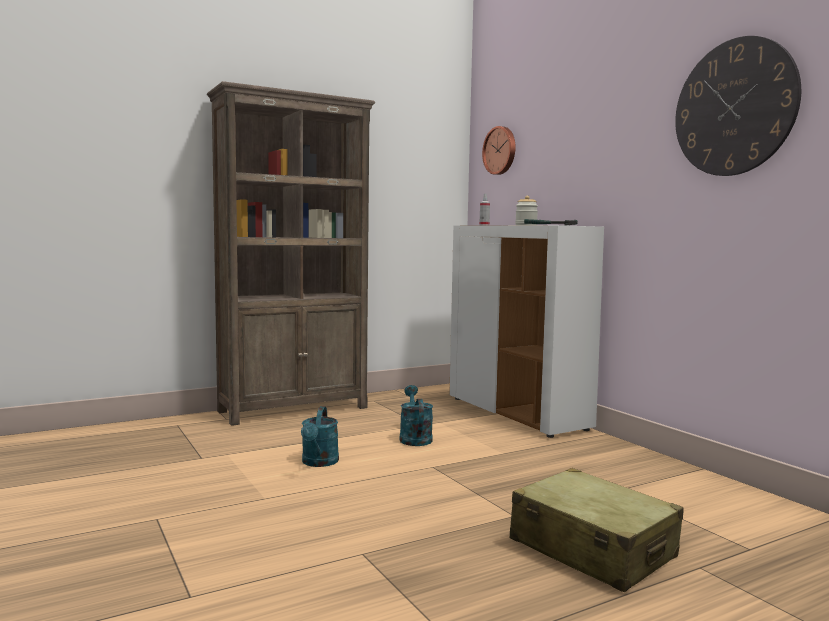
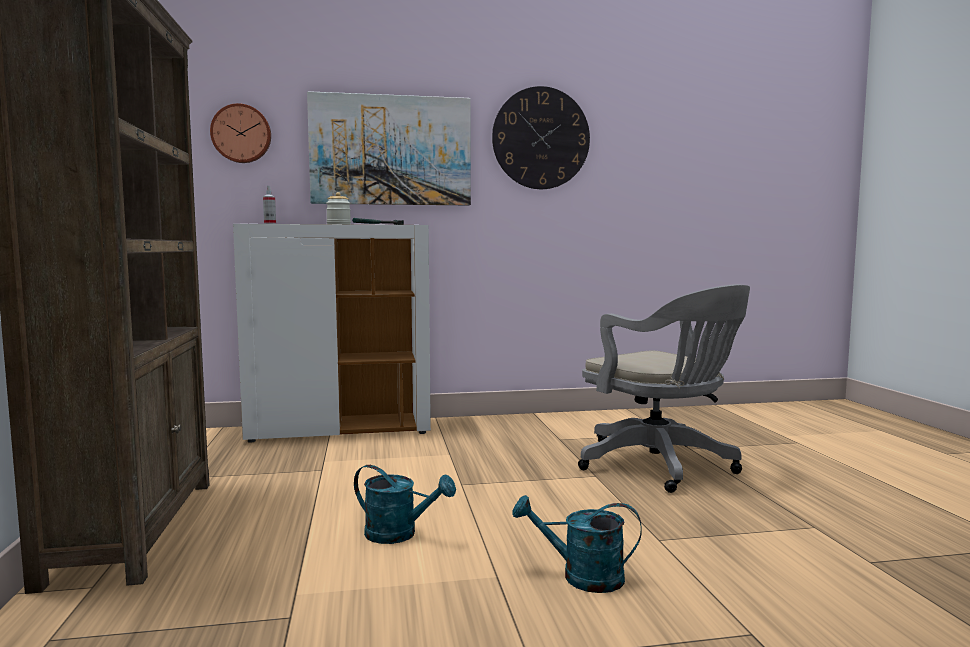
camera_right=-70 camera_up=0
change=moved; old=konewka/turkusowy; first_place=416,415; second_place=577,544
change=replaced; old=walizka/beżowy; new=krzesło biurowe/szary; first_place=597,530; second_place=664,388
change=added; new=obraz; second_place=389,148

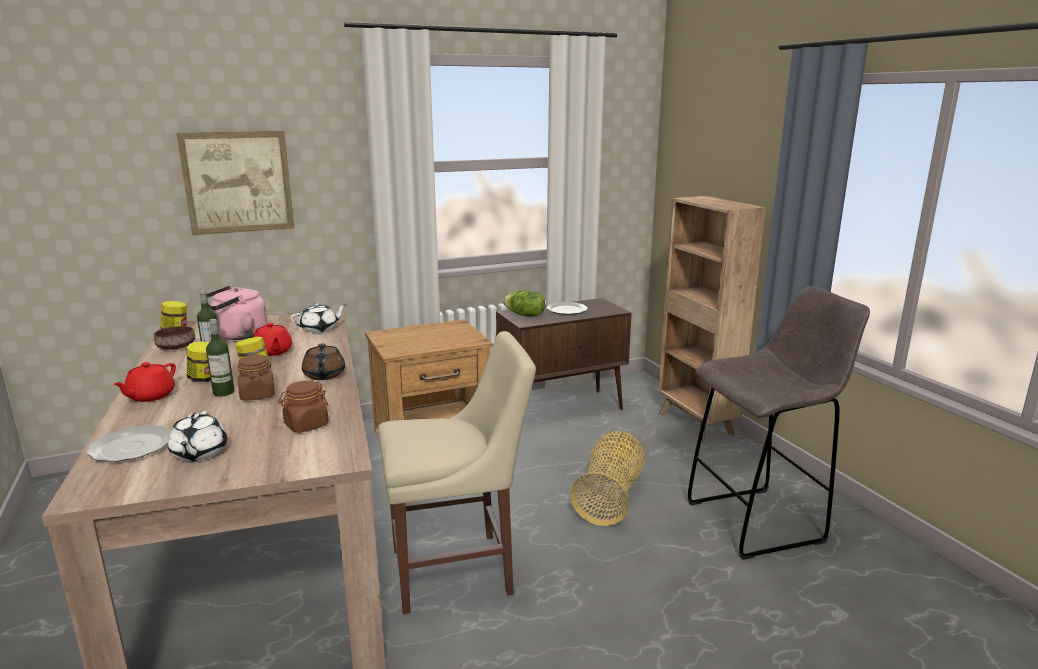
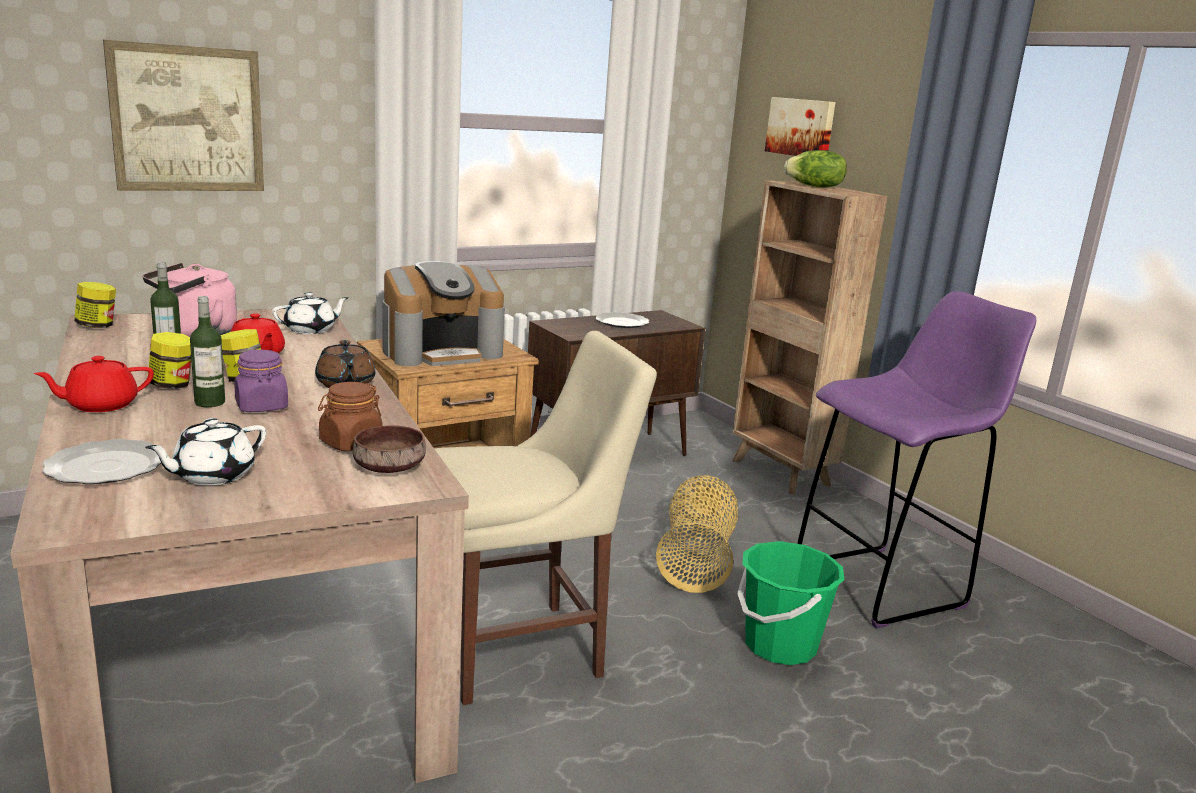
camera_right=-10 camera_up=0
change=turned; old=imbryk/czerwony; first_place=144,382; second_place=93,384; degrees=45
change=moved; old=miska/brązowy; first_place=174,338; second_place=389,449
change=turned; old=imbryk/biały; first_place=197,436; second_place=205,452; degrees=60
change=recoloured; old=słoik/brązowy; new=słoik/fioletowy; first_place=256,377; second_place=261,380
change=moved; old=sałata; first_place=524,303; second_place=815,169
change=recoloured; old=stołek/szary; new=stołek/fioletowy; first_place=778,423; second_place=916,460
change=added; new=ekspres do kawy; second_place=443,313
change=added; new=wiadro/zielony; second_place=791,603
change=added; new=obraz; second_place=800,126

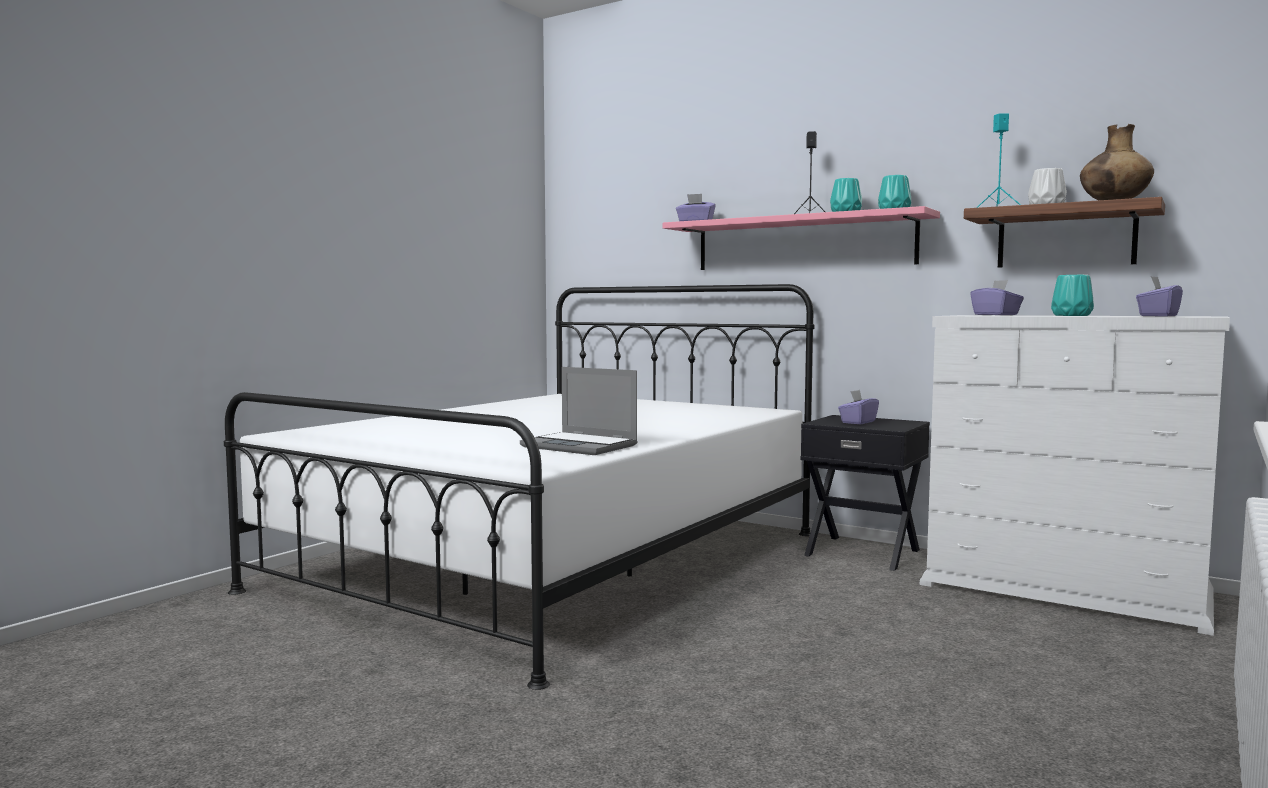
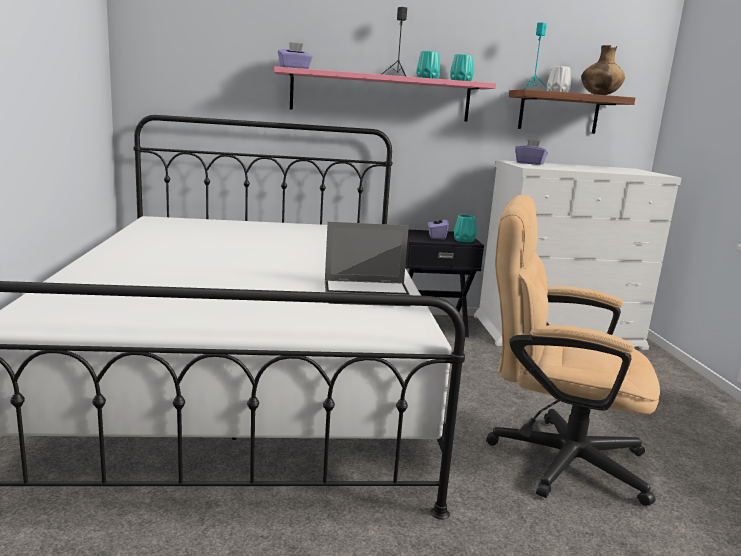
camera_right=-40 camera_up=10
change=moved; old=wazon/turkusowy; first_place=1072,295; second_place=465,229
change=removed; old=pudełko chusteczek/fioletowy; first_place=1159,296
change=added; new=krzesło biurowe/beżowy; second_place=573,350

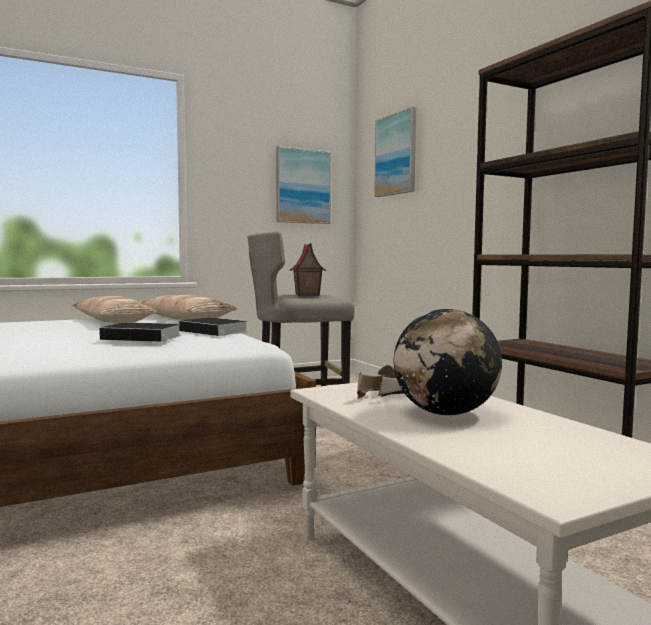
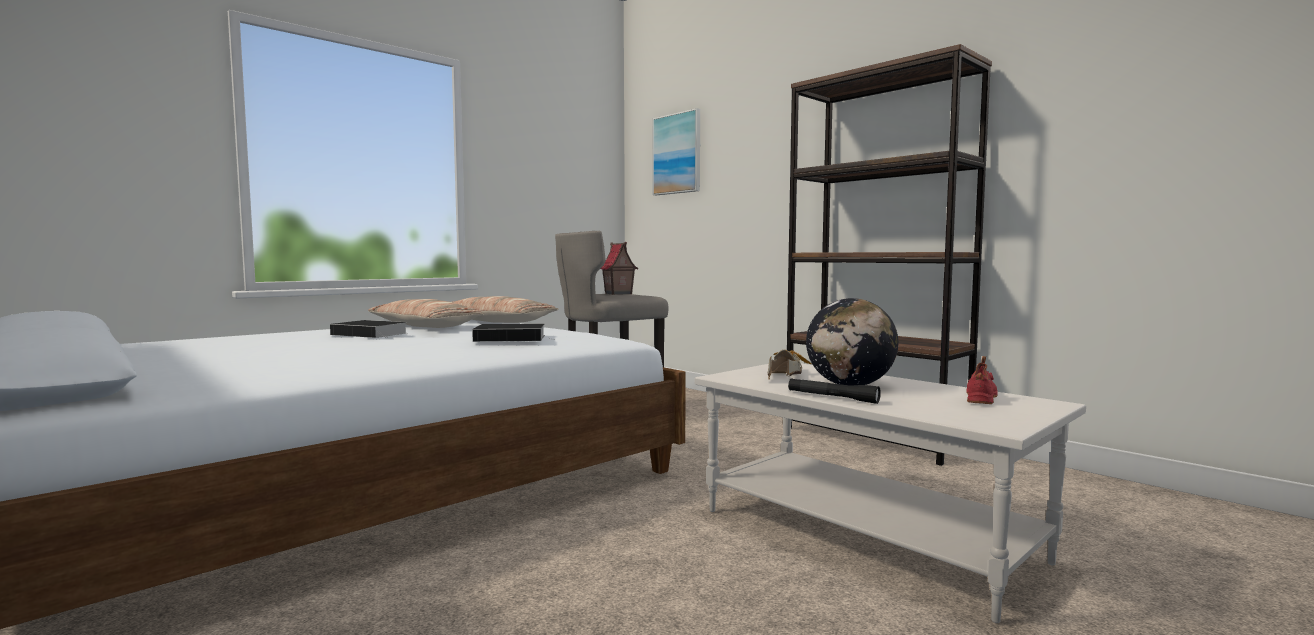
camera_right=-15 camera_up=0
change=moved; old=książka; first_place=213,326; second_place=368,329
change=removed; old=obraz; first_place=303,185
change=added; new=latarka/czarny; second_place=834,391
change=added; new=but/czerwony; second_place=982,380

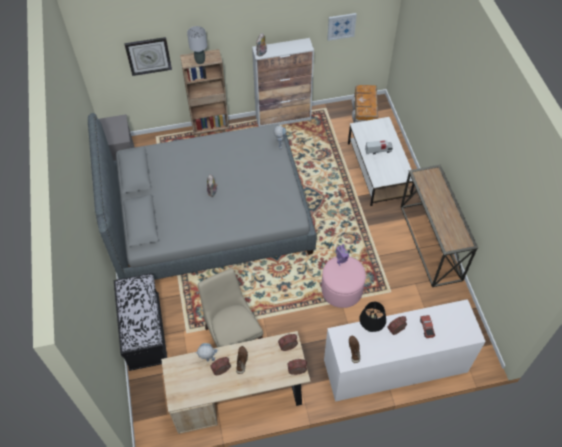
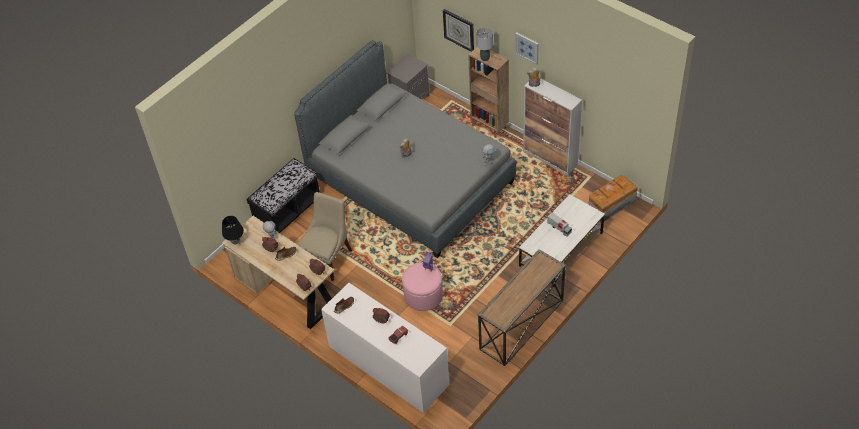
camera_right=55 camera_up=-5
change=moved; old=obraz; first_place=342,27; second_place=527,48
change=moved; old=lampa stołowa/czarny; first_place=372,317; second_place=233,230

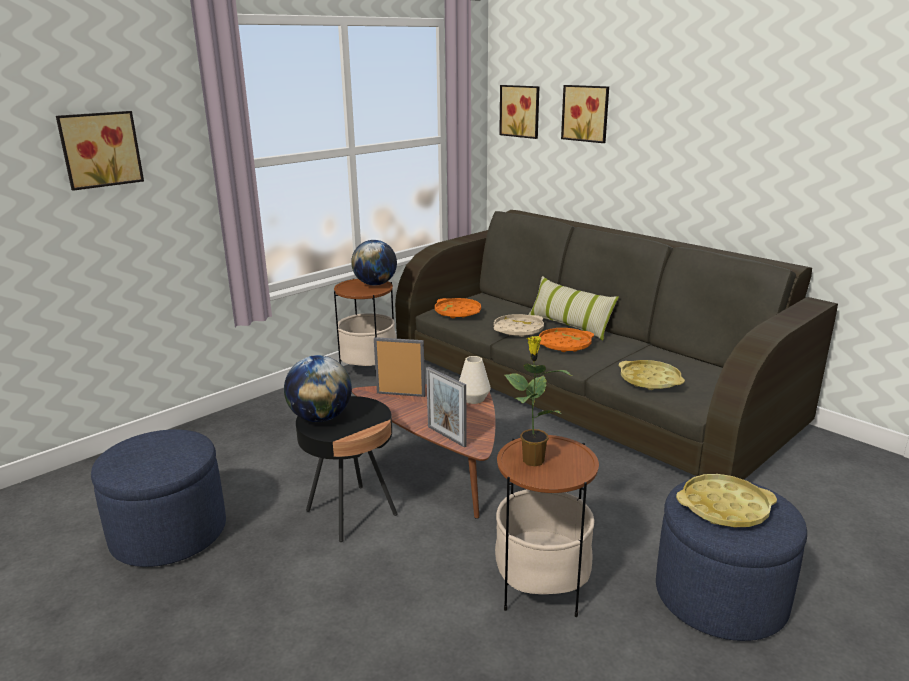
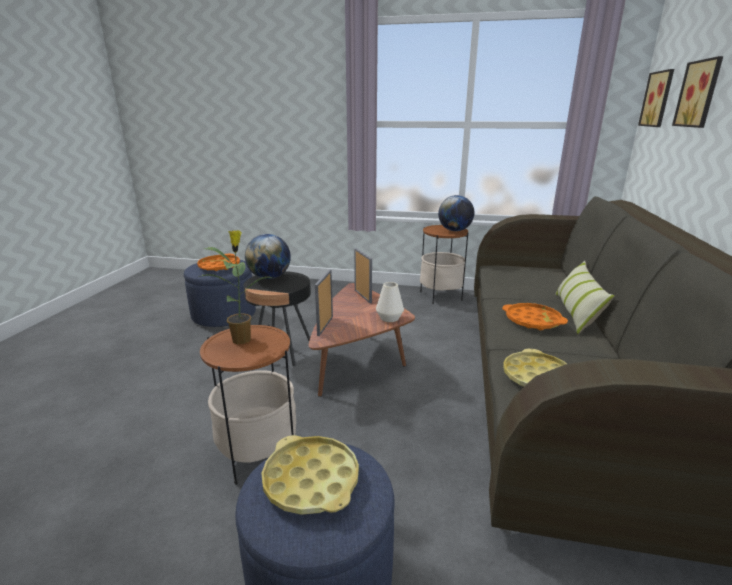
camera_right=55 camera_up=0
change=removed; old=obraz; first_place=100,151
change=moved; old=taca/pomarańczowy; first_place=458,308; second_place=218,262
change=removed; old=taca/beżowy; first_place=519,325

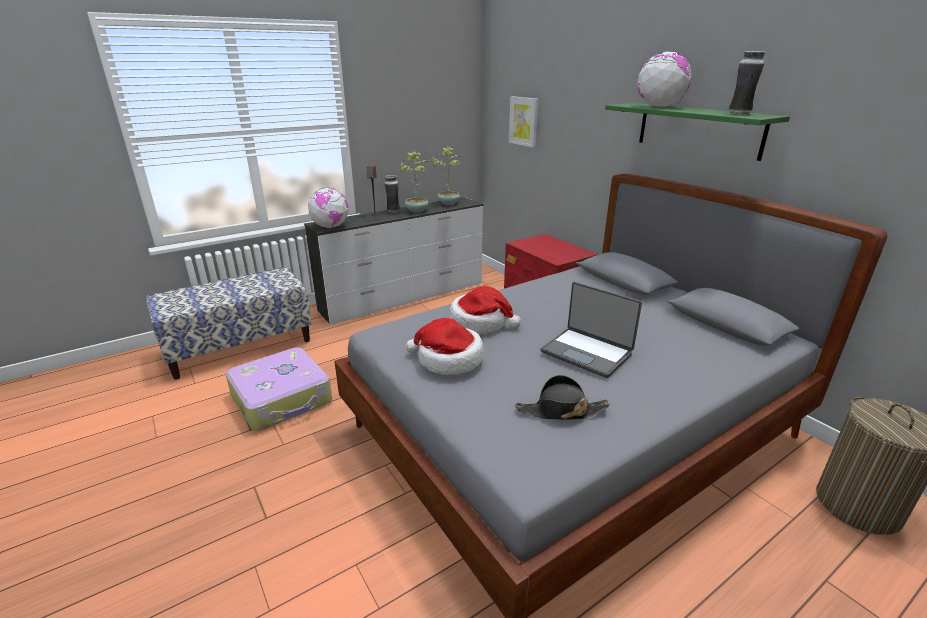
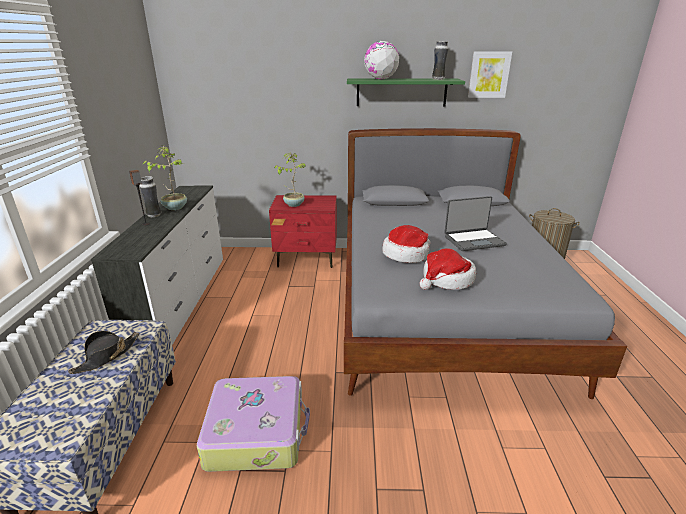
camera_right=-55 camera_up=0
change=removed; old=globus; first_place=328,208
change=moved; old=roślina doniczkowa; first_place=447,175; second_place=290,179
change=moved; old=obraz; first_place=523,122; second_place=490,74
change=moved; old=kapelusz/czarny; first_place=562,397; second_place=103,352

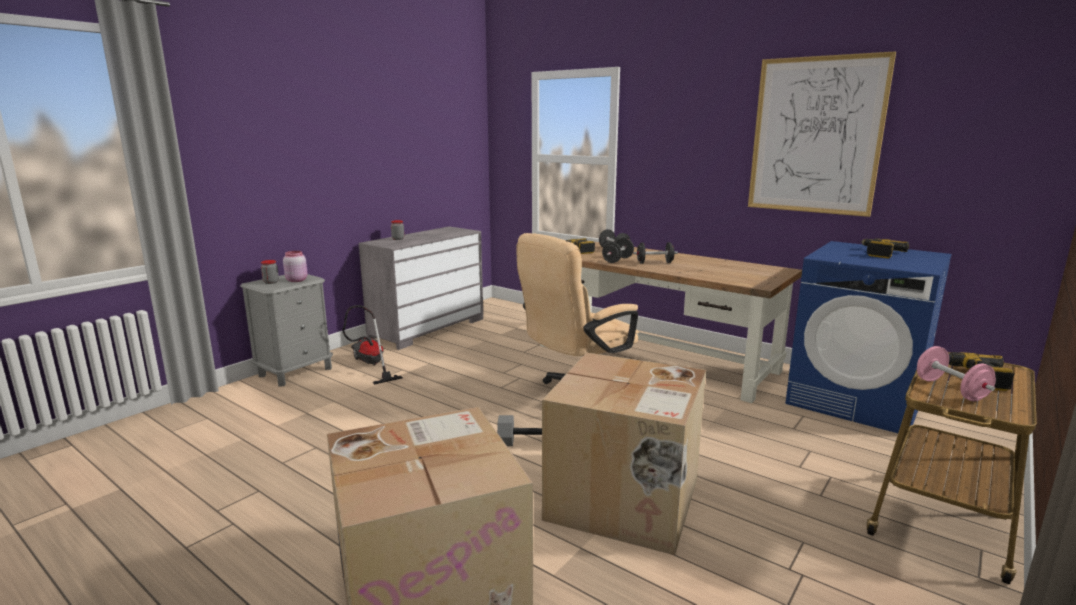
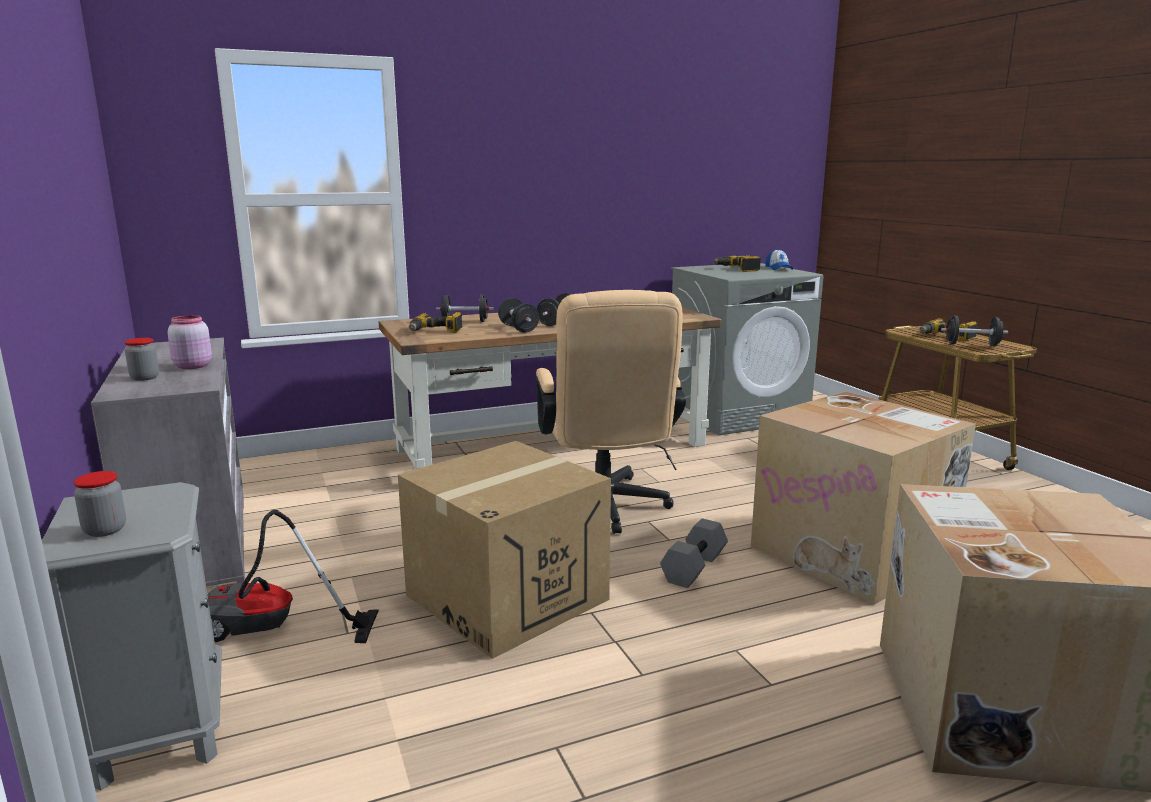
camera_right=-60 camera_up=0
change=moved; old=słoik/różowy; first_place=295,266; second_place=189,342
change=removed; old=obraz; first_place=822,134
change=recoloured; old=pralka/niebieski; new=pralka/szary; first_place=868,337; second_place=747,349
change=recoloured; old=hantel/różowy; new=hantel/czarny; first_place=956,373; second_place=974,330
change=added; new=karton; second_place=504,550
change=added; new=czapka z daszkiem; second_place=779,259

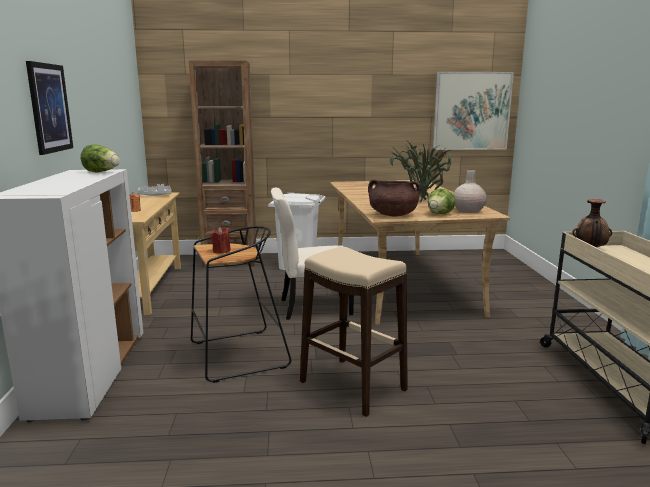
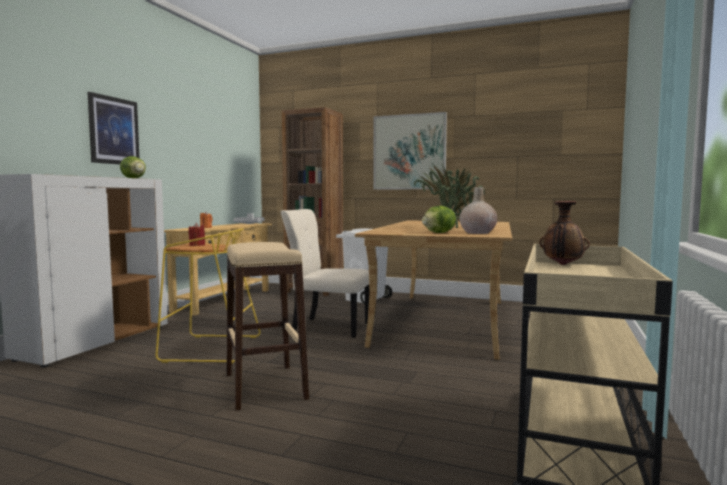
camera_right=25 camera_up=-10
change=recoloured; old=stołek/czarny; new=stołek/żółty; first_place=241,304; second_place=208,296
change=removed; old=garnek/brązowy; first_place=394,198
change=moved; old=obraz; first_place=473,111; second_place=410,151

